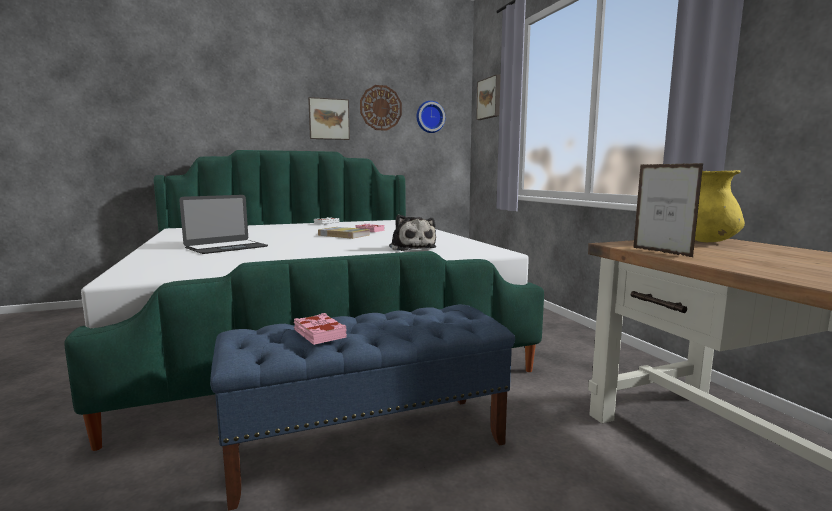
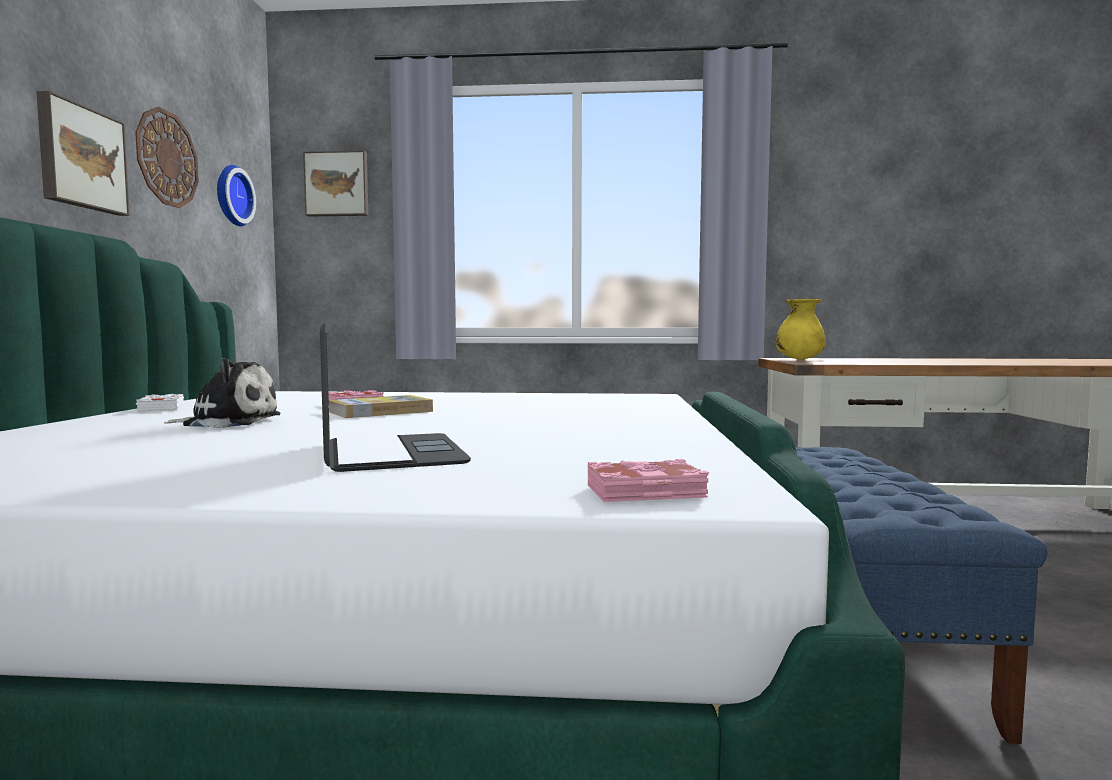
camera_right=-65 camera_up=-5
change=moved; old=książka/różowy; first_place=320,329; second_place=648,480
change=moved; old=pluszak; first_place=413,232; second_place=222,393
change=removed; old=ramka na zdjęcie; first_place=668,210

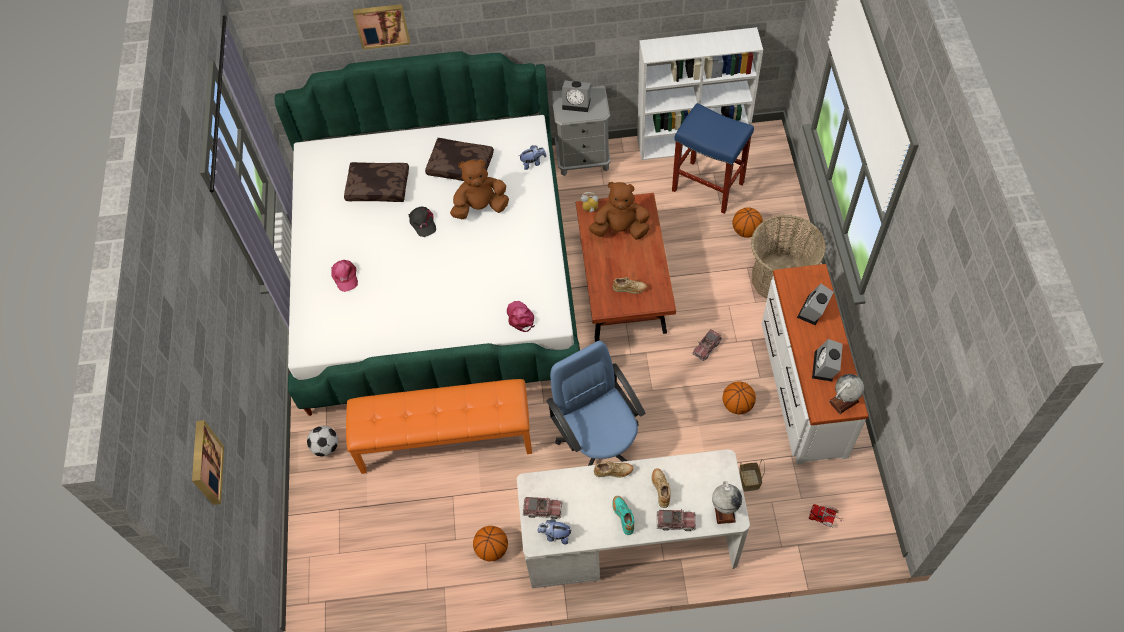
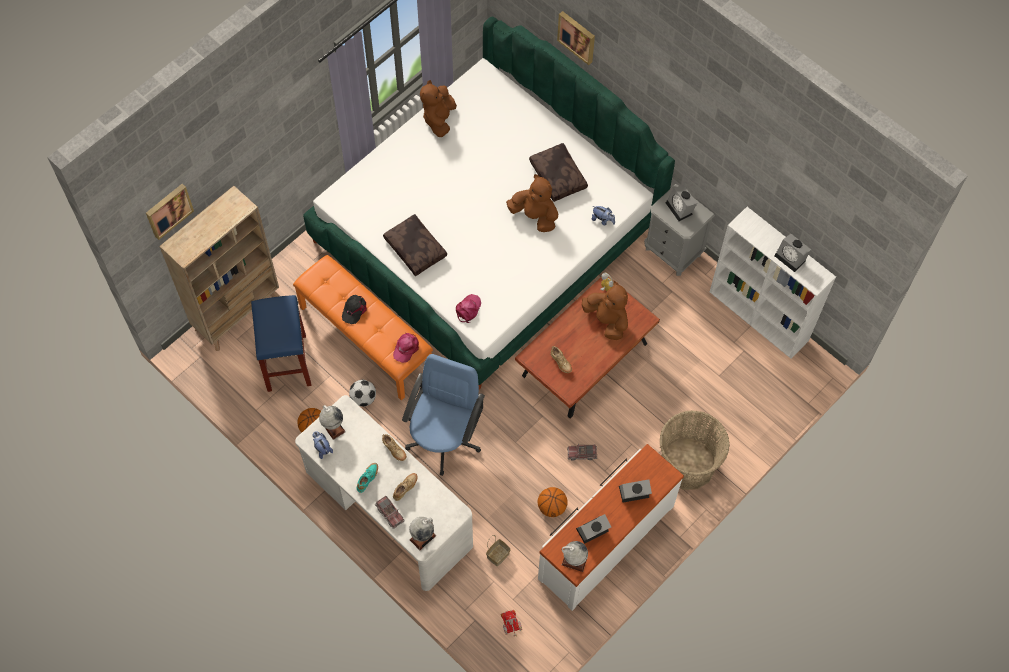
camera_right=45 camera_up=5
change=moved; old=piłka futbolowa; first_place=322,441; second_place=362,393
change=moved; old=czapka z daszkiem/różowy; first_place=344,276; second_place=406,348
change=moved; old=poduszka/brązowy; first_place=376,182; second_place=415,245
change=moved; old=czapka z daszkiem/czarny; first_place=422,222; second_place=354,309
change=replaced; old=ciężarówka zabawkowa; new=globus; first_place=542,508; second_place=332,422
change=moved; old=stołek/niebieski; first_place=713,158; second_place=281,343
change=removed; old=piłka do koszykówki; first_place=748,222
change=added; new=regał/beżowy; second_place=219,268
change=added; new=pluszak/brązowy; second_place=438,108
change=added; new=budzik; second_place=793,253

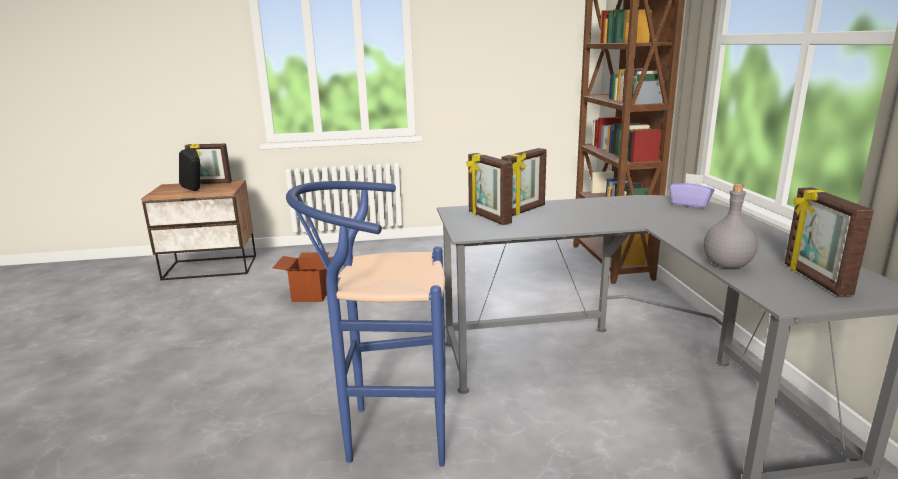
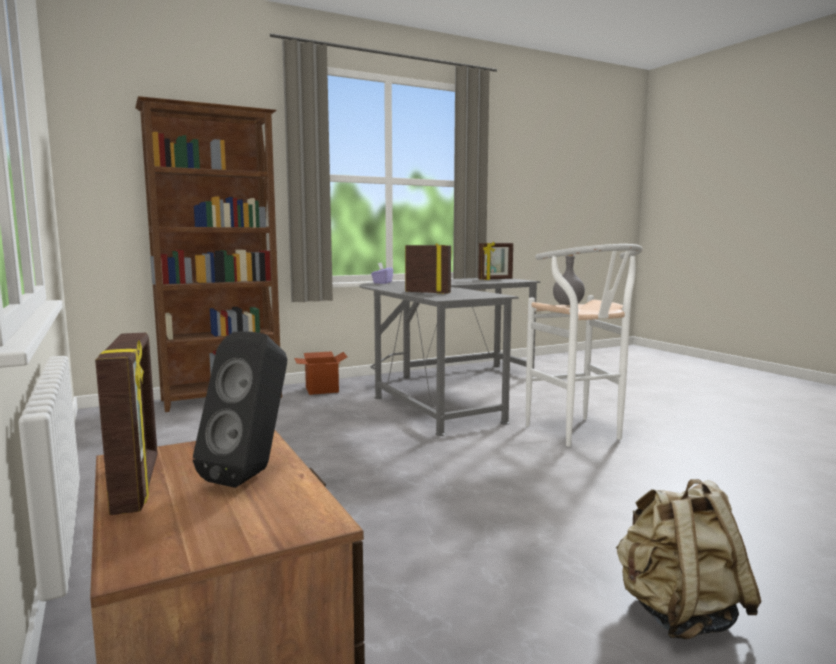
camera_right=-110 camera_up=-10
change=moved; old=karton; first_place=302,277; second_place=321,373
change=recoloured; old=stołek/niebieski; new=stołek/biały; first_place=365,324; second_place=584,345
change=removed; old=ramka na zdjęcie; first_place=490,189
change=moved; old=butelka/szary; first_place=731,226; second_place=569,280
change=added; new=plecak/beżowy; second_place=688,559

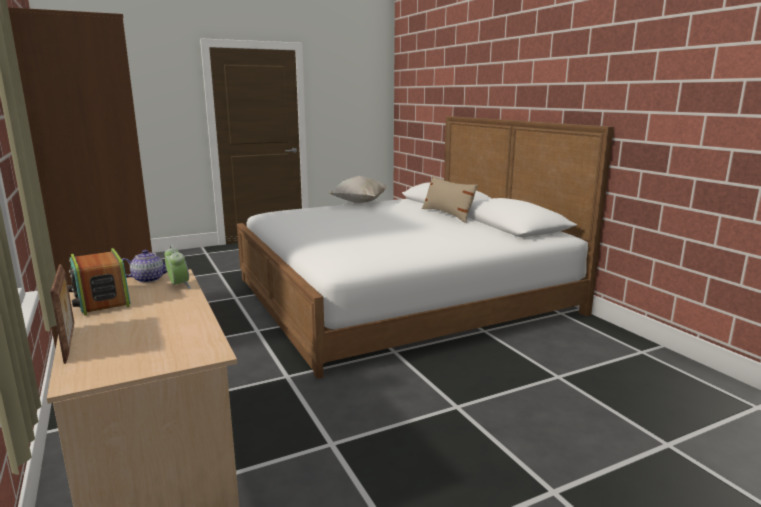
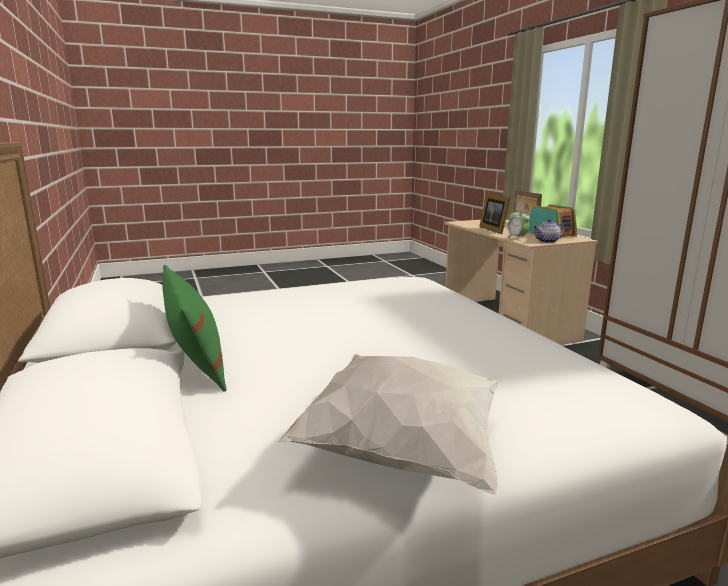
camera_right=-175 camera_up=0
change=recoloured; old=poduszka/beżowy; new=poduszka/zielony; first_place=450,199; second_place=194,328
change=added; new=ramka na zdjęcie; second_place=495,213

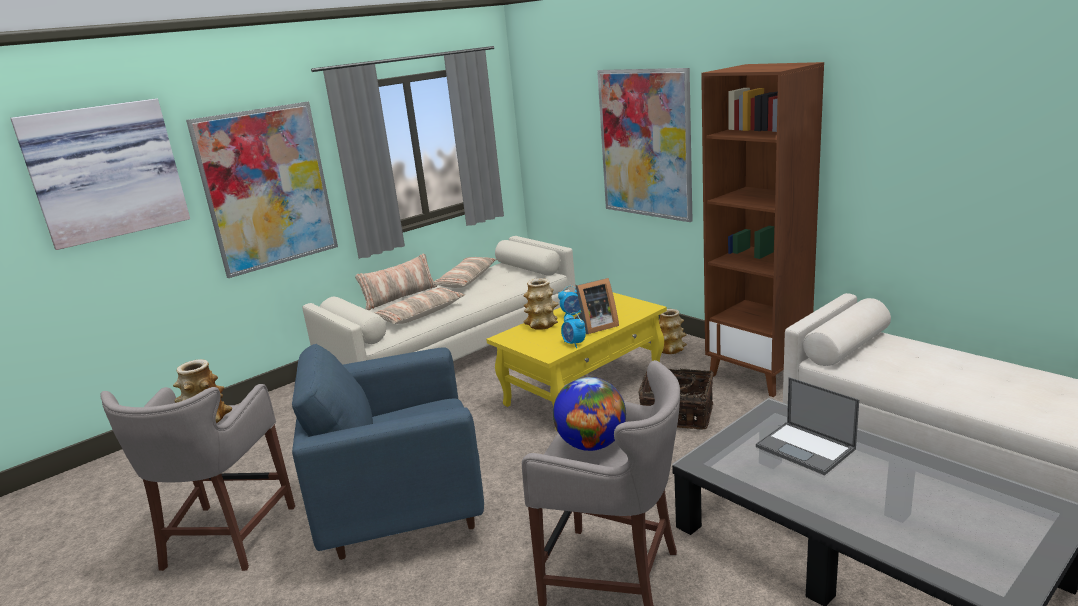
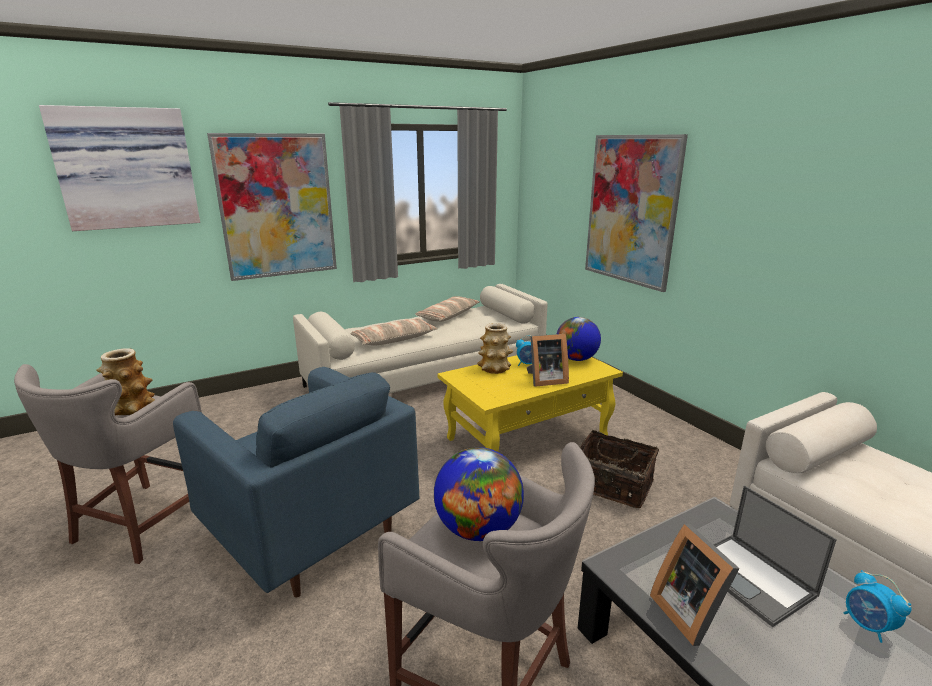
camera_right=10 camera_up=0
change=turned; old=fotel/niebieski; first_place=388,452; second_place=296,482; degrees=-135
change=removed; old=poduszka; first_place=396,282
change=moved; old=budzik; first_place=573,330; second_place=877,606
change=removed; old=wazon; first_place=673,331
change=removed; old=regał/brązowy; first_place=762,229
change=added; new=globus; second_place=579,339
change=added; new=ramka na zdjęcie; second_place=695,585

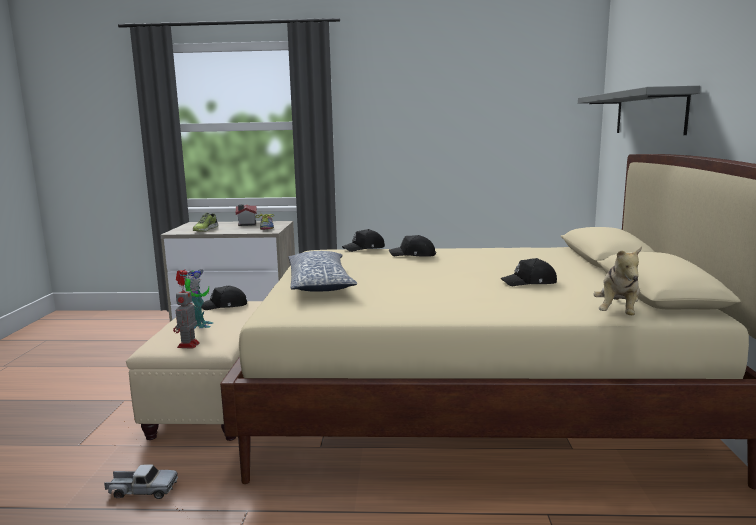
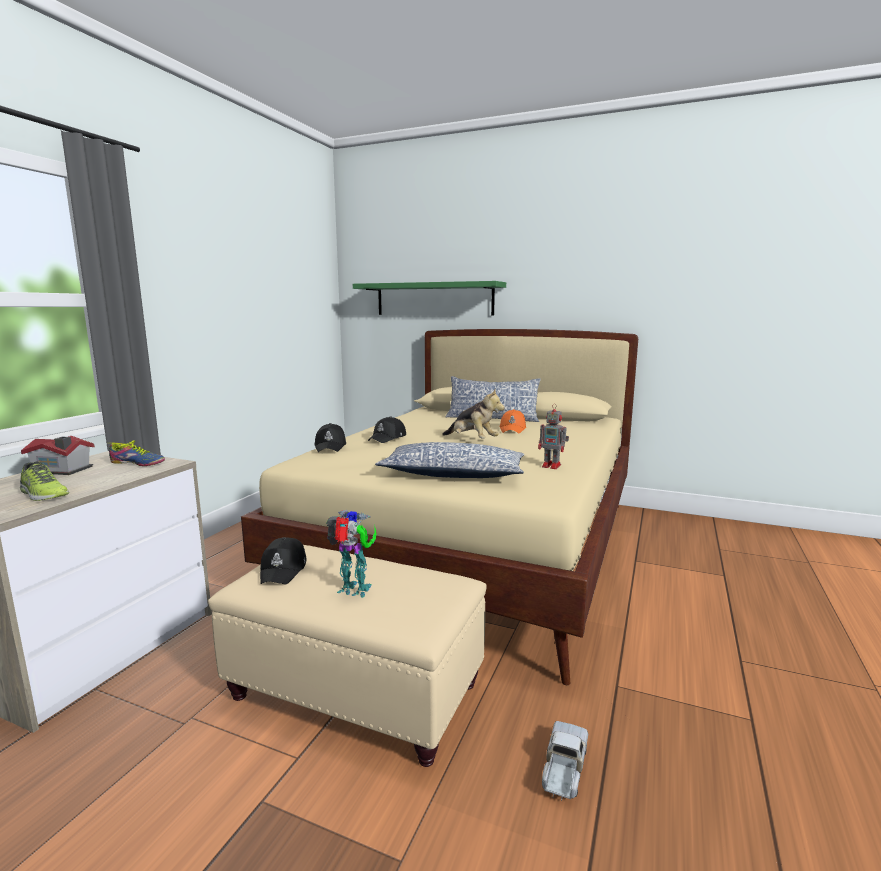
camera_right=-70 camera_up=0
change=moved; old=robot zabawkowy; first_place=186,317; second_place=553,436
change=recoloured; old=czapka z daszkiem/czarny; new=czapka z daszkiem/pomarańczowy; first_place=529,272; second_place=513,421
change=recoloured; old=półka/szary; new=półka/zielony; first_place=639,110; second_place=429,298
change=moved; old=pluszak; first_place=618,281; second_place=473,414
change=added; new=poduszka; second_place=493,399

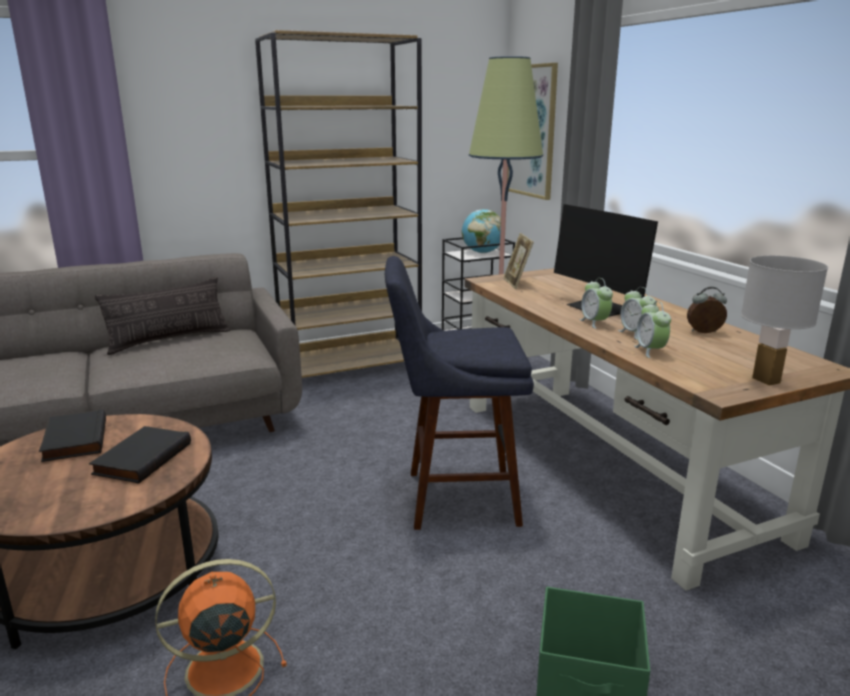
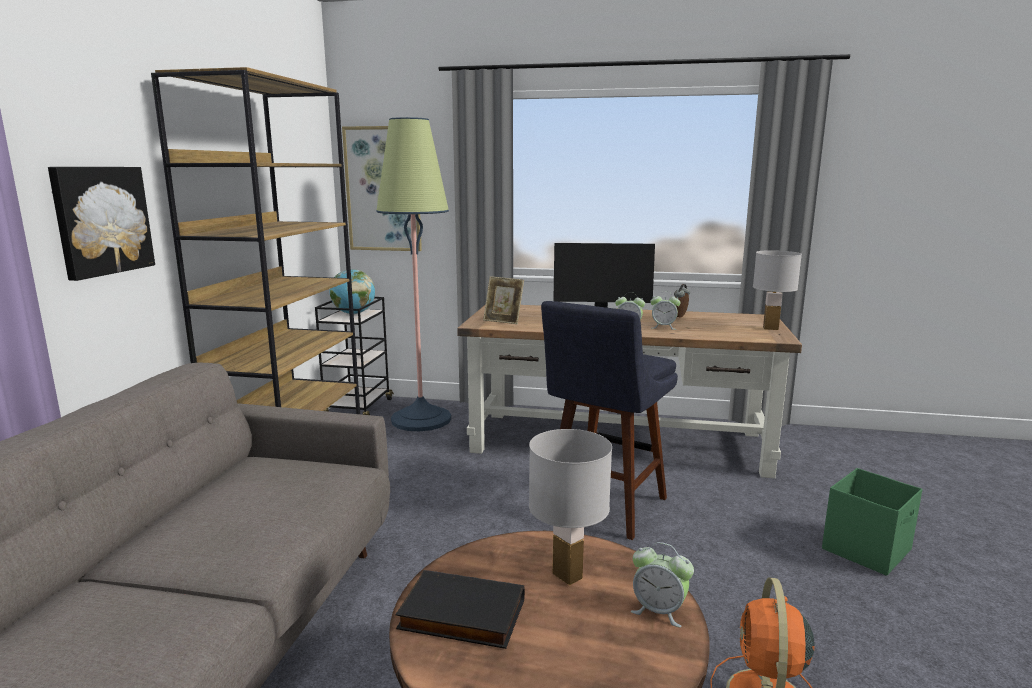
camera_right=-55 camera_up=-5
change=replaced; old=książka/czarny; new=lampa stołowa/biały; first_place=140,455; second_place=570,507
change=removed; old=poduszka; first_place=162,316
change=moved; old=budzik; first_place=652,329; second_place=662,584
change=added; new=obraz; second_place=101,224

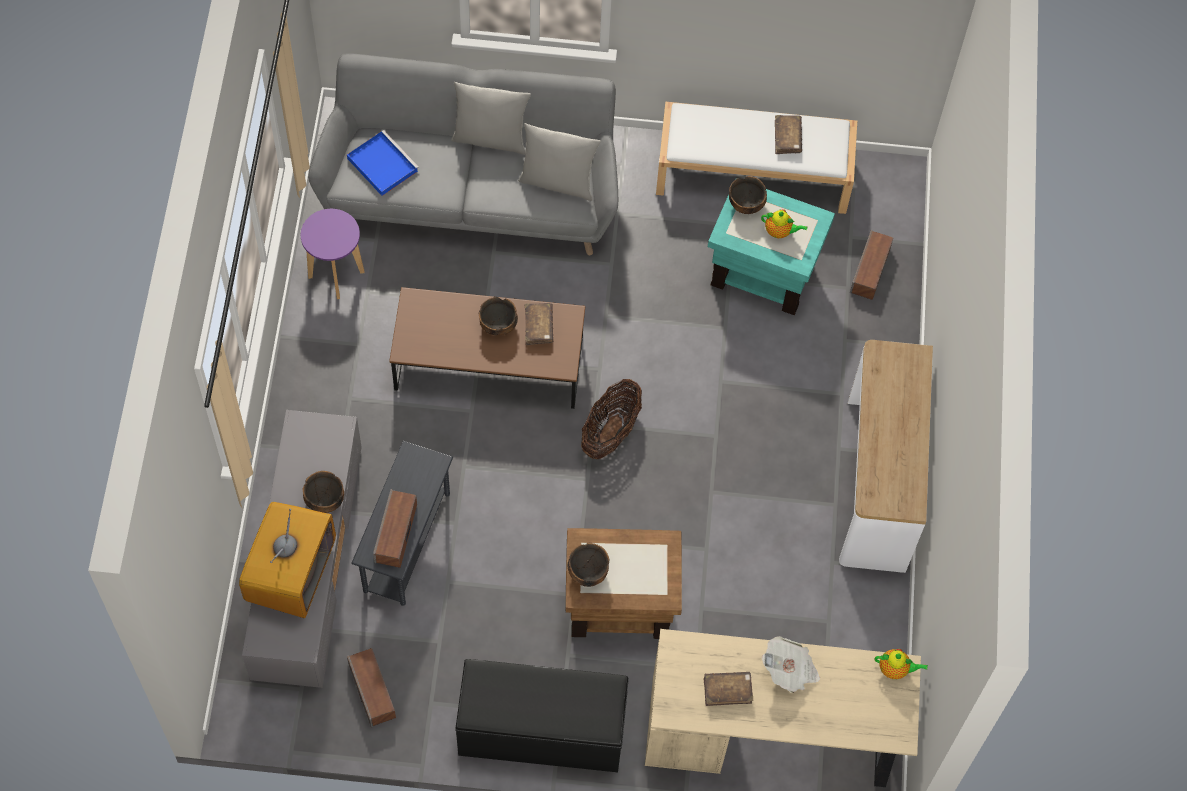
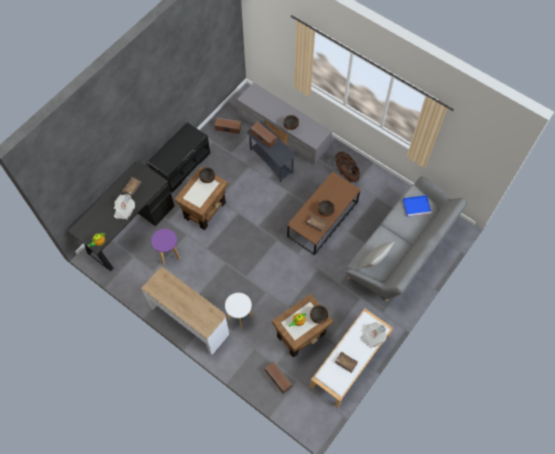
camera_right=125 camera_up=0
change=removed; old=telewizor; first_place=287,560
change=moved; old=stołek/fioletowy; first_place=333,254; second_place=165,247
change=removed; old=poduszka/szary; first_place=491,118
change=moved; old=koszyk; first_place=611,419; second_place=347,167
change=recoloured; old=biurko/beżowy; new=biurko/czarny; first_place=783,708; second_place=121,216
change=recoloured; old=stolik/turkusowy; new=stolik/brązowy; first_place=771,247; second_place=302,326
change=added; new=stołek/biały; second_place=239,311
change=added; new=gazeta; second_place=373,335

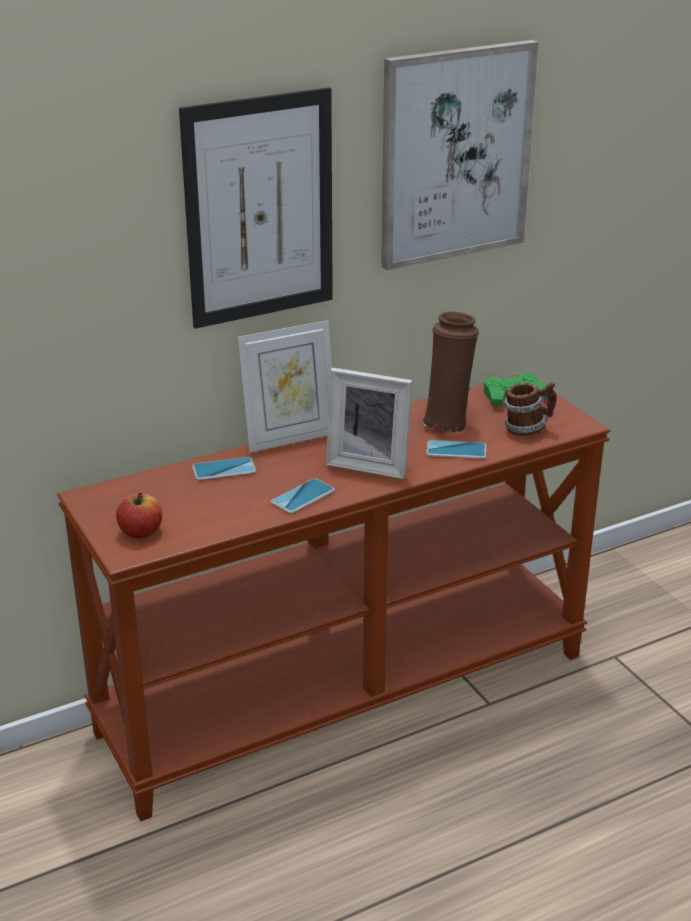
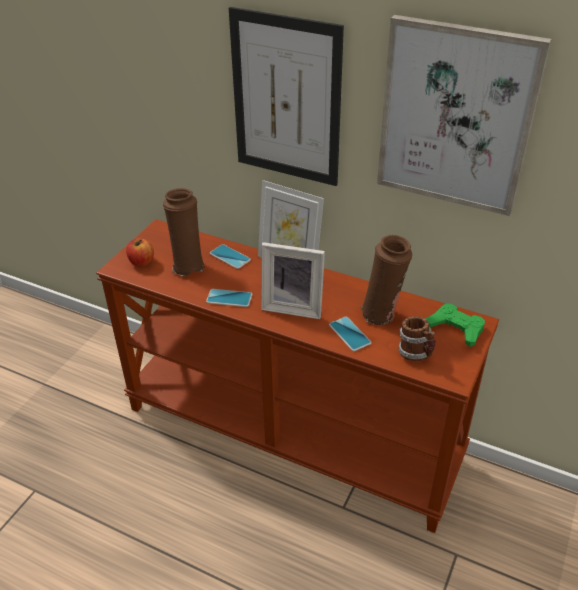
camera_right=55 camera_up=10
change=turned; old=ramka na zdjęcie; first_place=369,423; second_place=293,280; degrees=-60
change=added; new=wazon/brązowy; second_place=184,232

